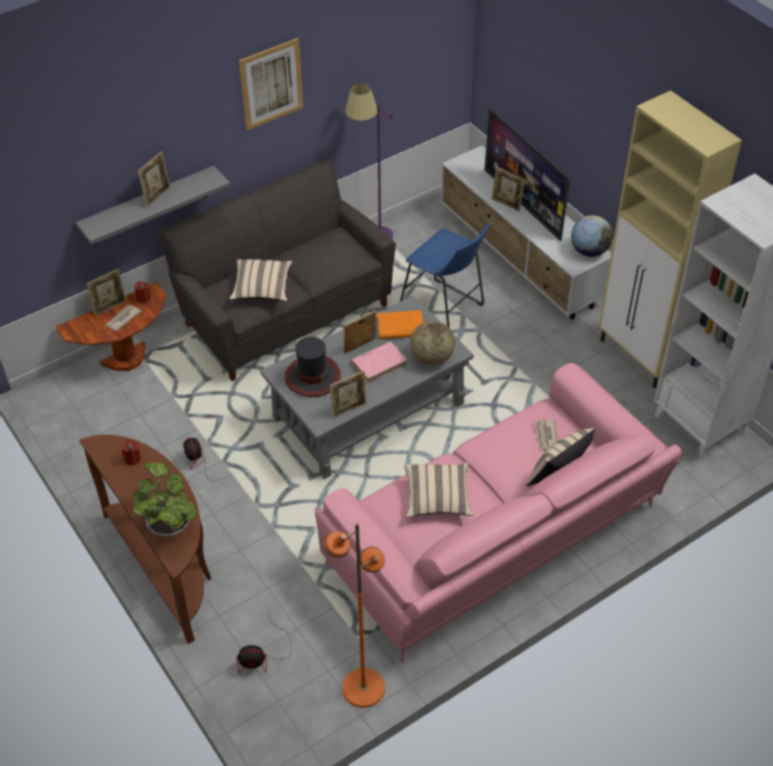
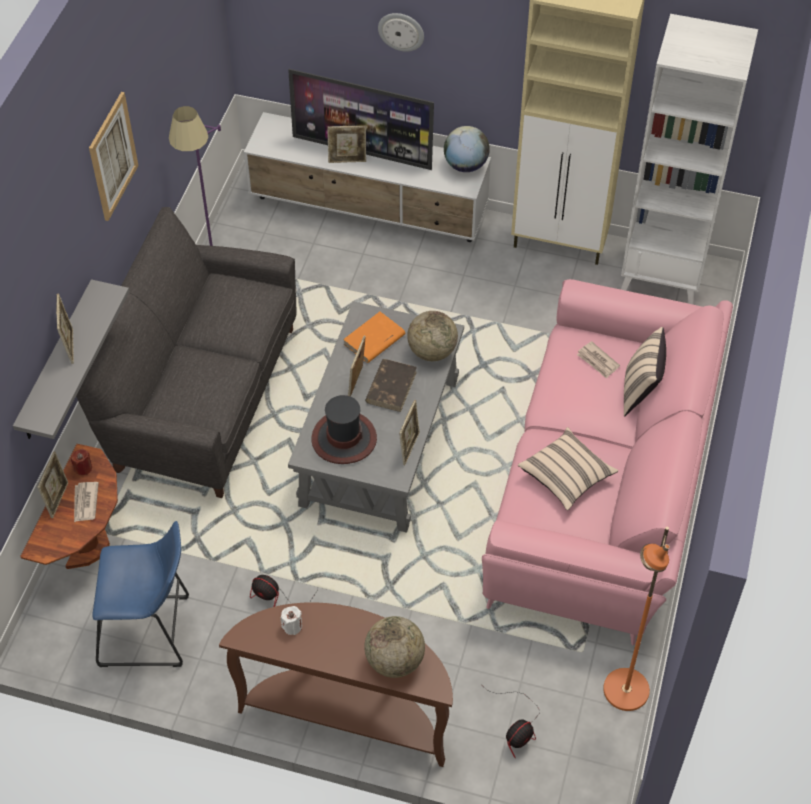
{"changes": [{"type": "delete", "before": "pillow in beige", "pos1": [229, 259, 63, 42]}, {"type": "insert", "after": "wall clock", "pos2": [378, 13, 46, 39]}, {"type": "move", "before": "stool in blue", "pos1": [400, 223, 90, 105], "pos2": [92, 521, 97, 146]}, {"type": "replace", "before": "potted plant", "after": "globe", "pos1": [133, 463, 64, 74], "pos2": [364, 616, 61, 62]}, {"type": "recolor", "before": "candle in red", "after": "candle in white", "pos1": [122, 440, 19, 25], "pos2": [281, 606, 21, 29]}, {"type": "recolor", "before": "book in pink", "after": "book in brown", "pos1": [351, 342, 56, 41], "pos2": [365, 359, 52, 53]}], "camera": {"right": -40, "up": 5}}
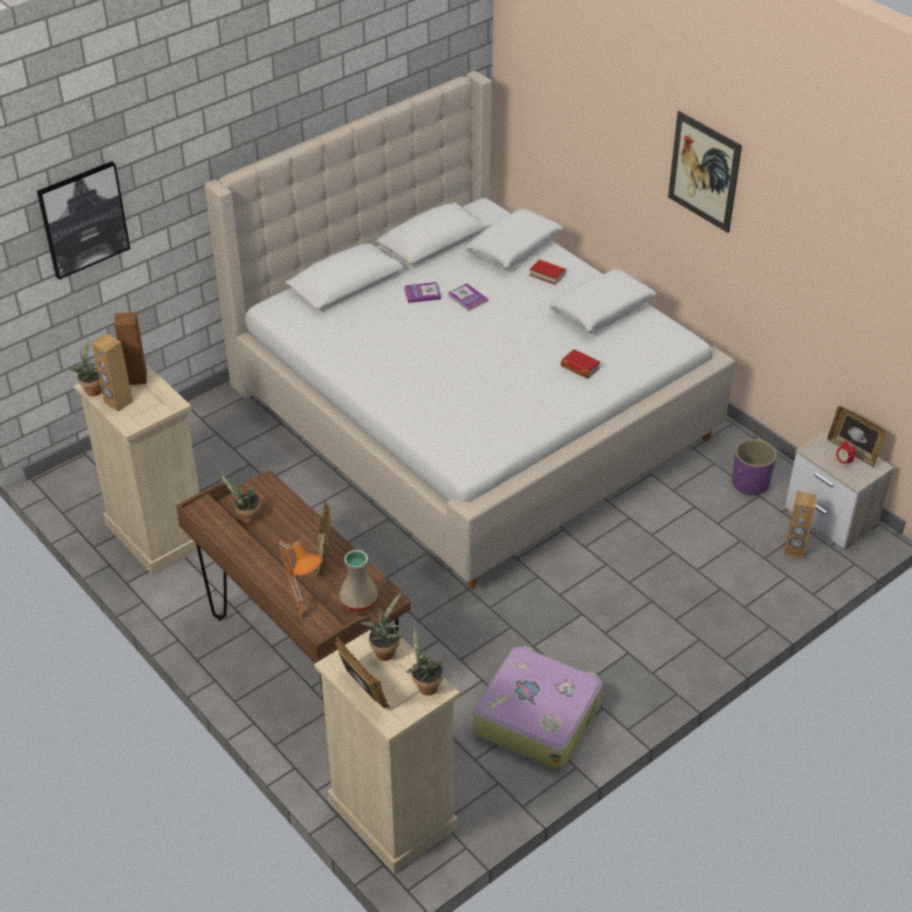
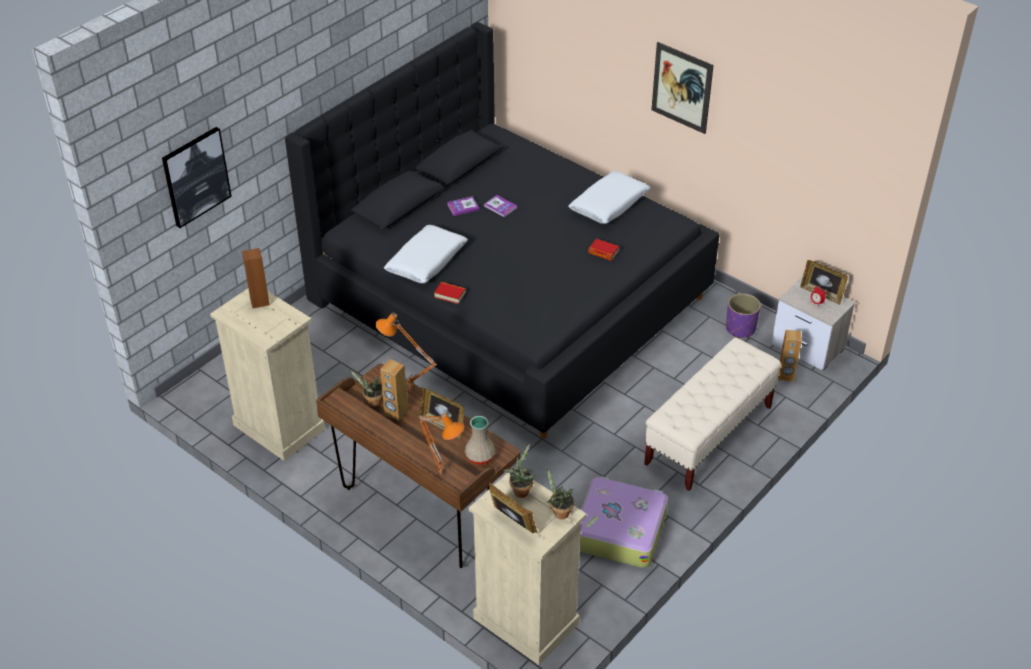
{"changes": [{"type": "delete", "before": "potted plant", "pos1": [69, 336, 33, 60]}, {"type": "insert", "after": "table lamp in orange", "pos2": [376, 313, 61, 78]}, {"type": "insert", "after": "bench in beige", "pos2": [644, 338, 137, 153]}, {"type": "move", "before": "speaker in brown", "pos1": [92, 333, 41, 78], "pos2": [380, 359, 28, 62]}, {"type": "move", "before": "pillow in white", "pos1": [464, 209, 99, 59], "pos2": [384, 225, 84, 58]}, {"type": "move", "before": "book", "pos1": [529, 259, 37, 26], "pos2": [434, 282, 32, 22]}, {"type": "recolor", "before": "bed in beige", "after": "bed in black", "pos1": [204, 71, 531, 518], "pos2": [285, 22, 435, 417]}, {"type": "rotate", "before": "picture frame", "pos1": [315, 501, 15, 78], "pos2": [419, 388, 45, 50], "turn": -45}], "camera": {"right": -10, "up": 0}}
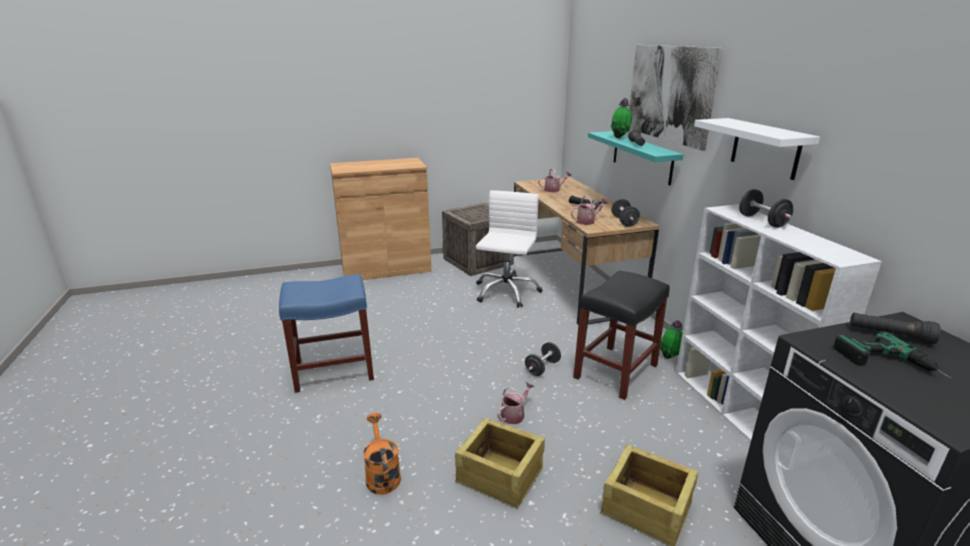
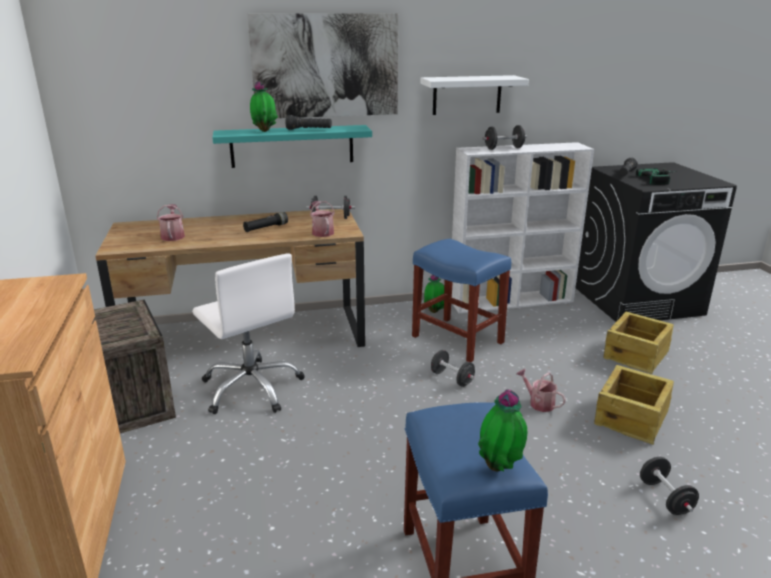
{"changes": [{"type": "insert", "after": "potted plant", "pos2": [478, 389, 49, 82]}, {"type": "replace", "before": "watering can in orange", "after": "dumbbell in black", "pos1": [363, 413, 38, 82], "pos2": [640, 457, 59, 58]}, {"type": "recolor", "before": "stool in black", "after": "stool in blue", "pos1": [573, 271, 97, 129], "pos2": [412, 239, 99, 123]}, {"type": "rotate", "before": "office chair in white", "pos1": [476, 190, 67, 118], "pos2": [192, 253, 113, 161], "turn": -150}], "camera": {"right": -85, "up": 0}}
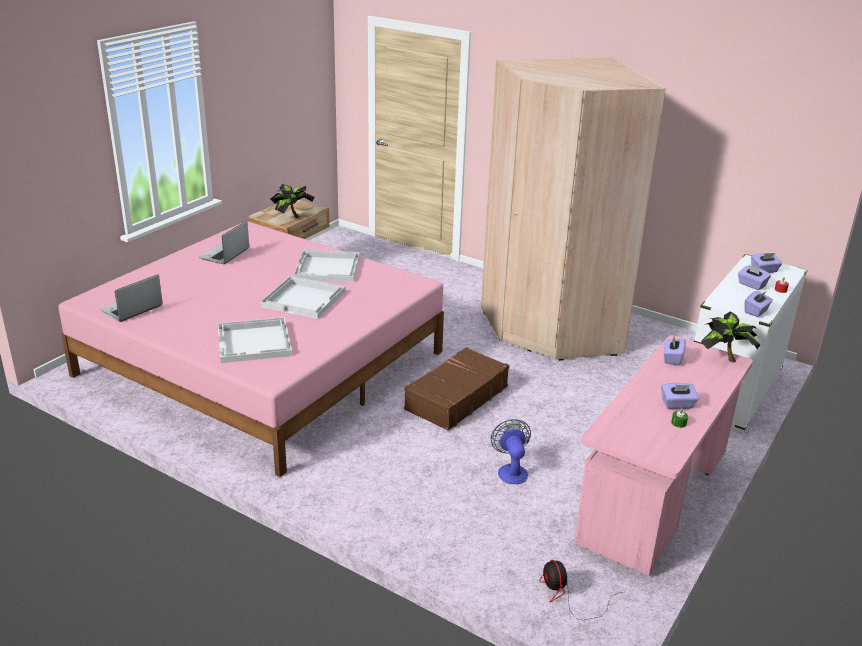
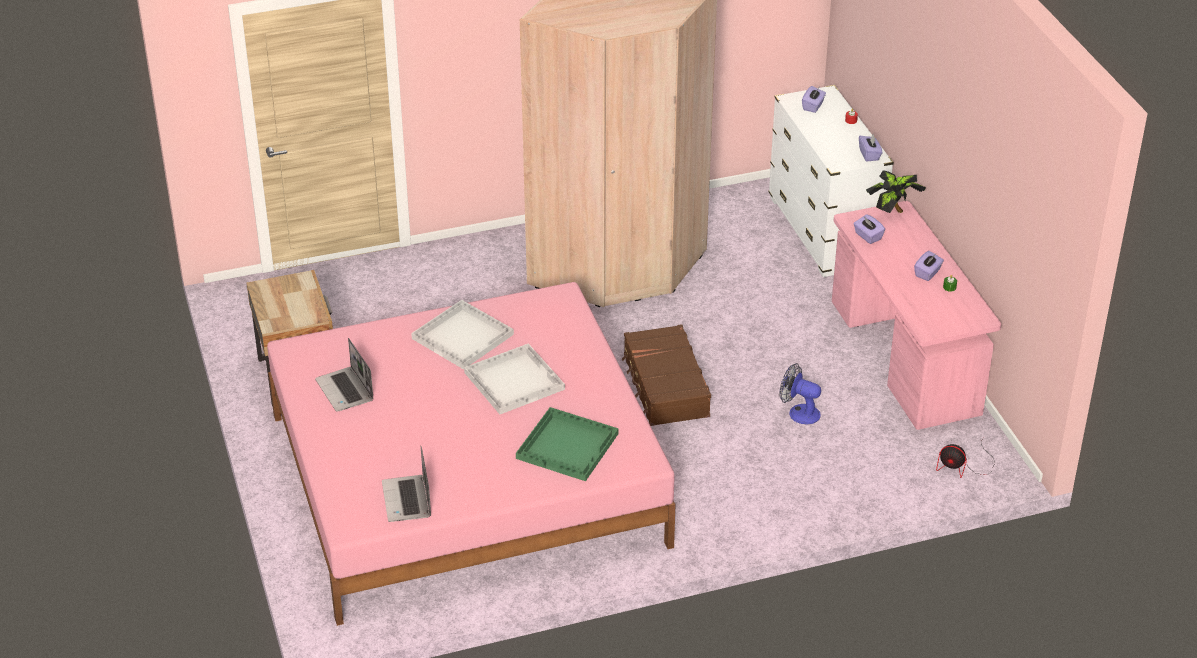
{"changes": [{"type": "delete", "before": "potted plant", "pos1": [269, 184, 45, 34]}, {"type": "delete", "before": "tissue box in purple", "pos1": [738, 265, 33, 25]}, {"type": "recolor", "before": "tray in white", "after": "tray in green", "pos1": [218, 317, 74, 46], "pos2": [516, 407, 102, 74]}], "camera": {"right": -50, "up": 10}}
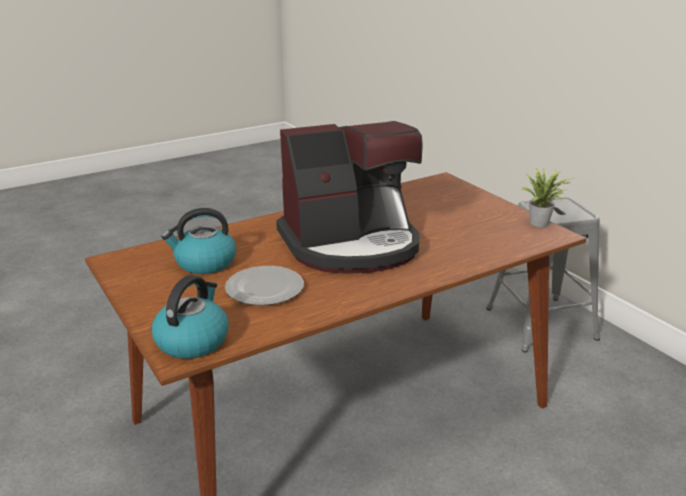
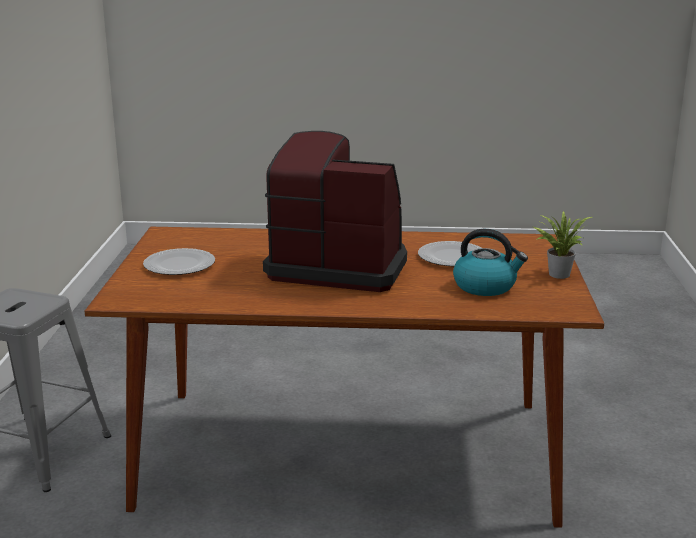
{"changes": [{"type": "delete", "before": "kettle", "pos1": [151, 275, 78, 84]}, {"type": "insert", "after": "plate", "pos2": [143, 248, 72, 27]}, {"type": "move", "before": "potted plant", "pos1": [521, 168, 53, 59], "pos2": [533, 210, 59, 69]}], "camera": {"right": -145, "up": -5}}
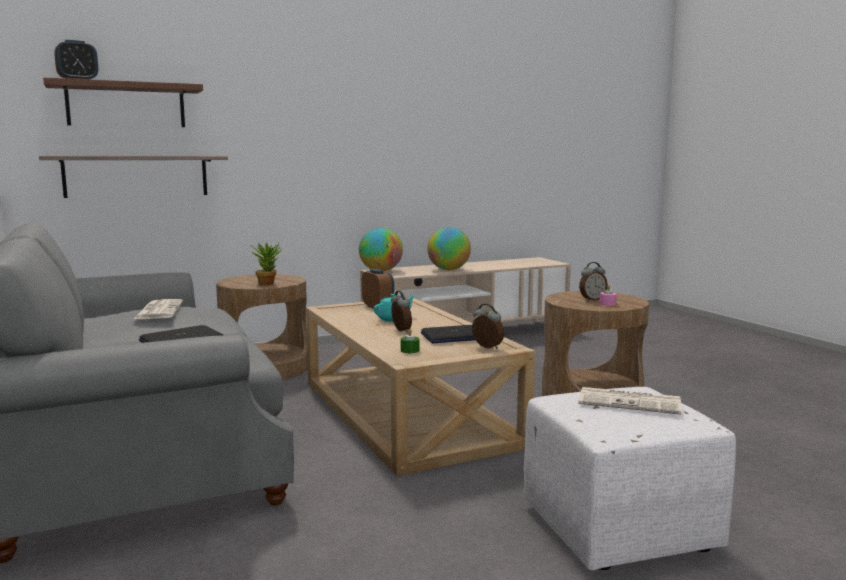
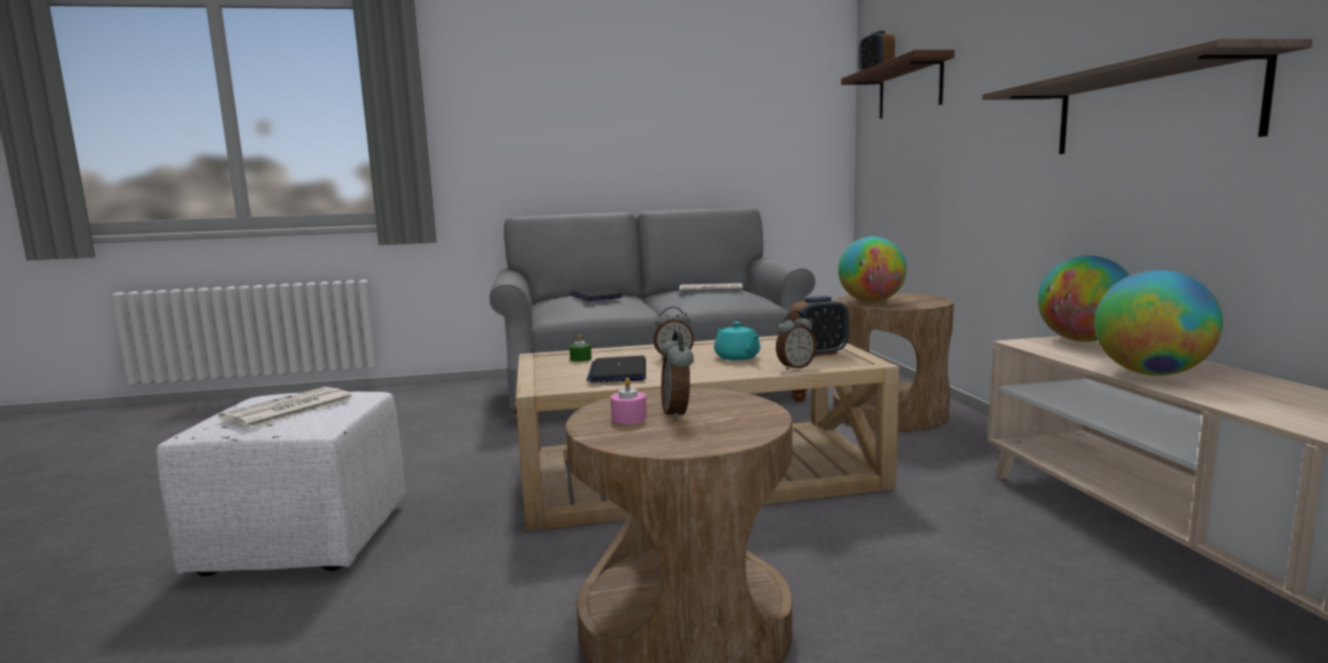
{"changes": [{"type": "move", "before": "shelf", "pos1": [39, 156, 189, 42], "pos2": [982, 38, 331, 116]}, {"type": "move", "before": "alarm clock", "pos1": [472, 303, 32, 46], "pos2": [776, 311, 40, 59]}, {"type": "replace", "before": "potted plant", "after": "globe", "pos1": [251, 242, 31, 43], "pos2": [838, 236, 69, 66]}], "camera": {"right": 105, "up": 0}}
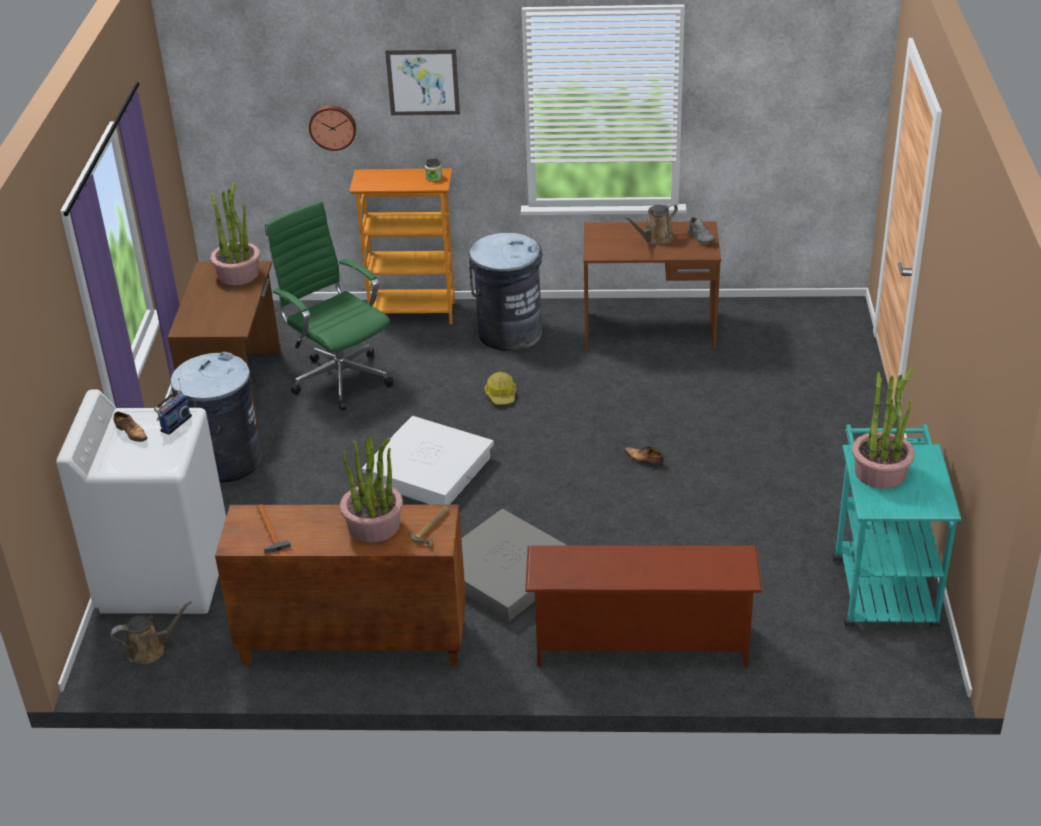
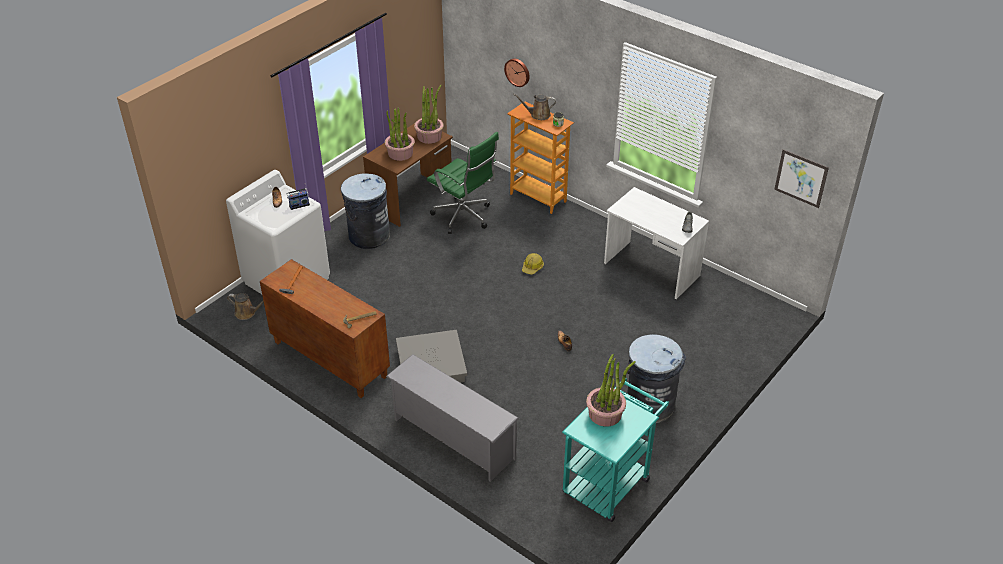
{"changes": [{"type": "delete", "before": "storage box in white", "pos1": [362, 416, 132, 89]}, {"type": "move", "before": "potted plant", "pos1": [340, 435, 63, 108], "pos2": [385, 107, 30, 54]}, {"type": "move", "before": "picture", "pos1": [385, 49, 75, 66], "pos2": [774, 149, 55, 59]}, {"type": "move", "before": "trash can in grey", "pos1": [469, 233, 73, 118], "pos2": [627, 334, 59, 89]}, {"type": "move", "before": "watering can in brown", "pos1": [624, 203, 54, 43], "pos2": [513, 94, 43, 26]}, {"type": "recolor", "before": "shoe rack in brown", "after": "shoe rack in grey", "pos1": [525, 545, 238, 122], "pos2": [386, 354, 133, 128]}, {"type": "recolor", "before": "desk in brown", "after": "desk in white", "pos1": [584, 221, 137, 129], "pos2": [604, 187, 105, 112]}, {"type": "rotate", "before": "office chair in green", "pos1": [265, 201, 128, 210], "pos2": [427, 132, 72, 102], "turn": 135}], "camera": {"right": 35, "up": 5}}
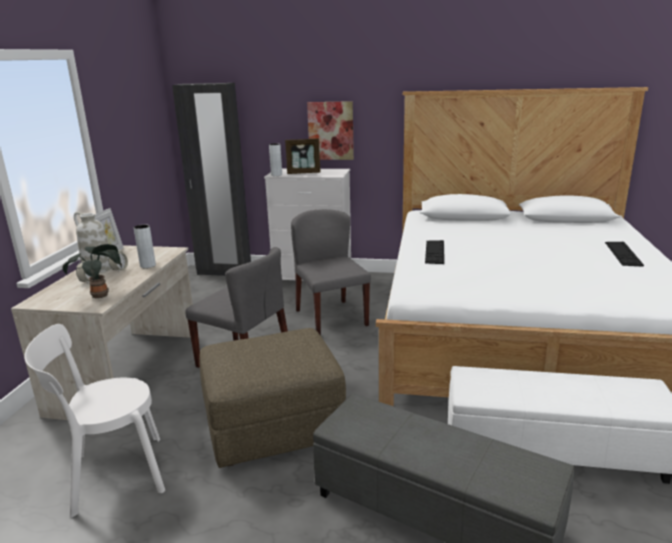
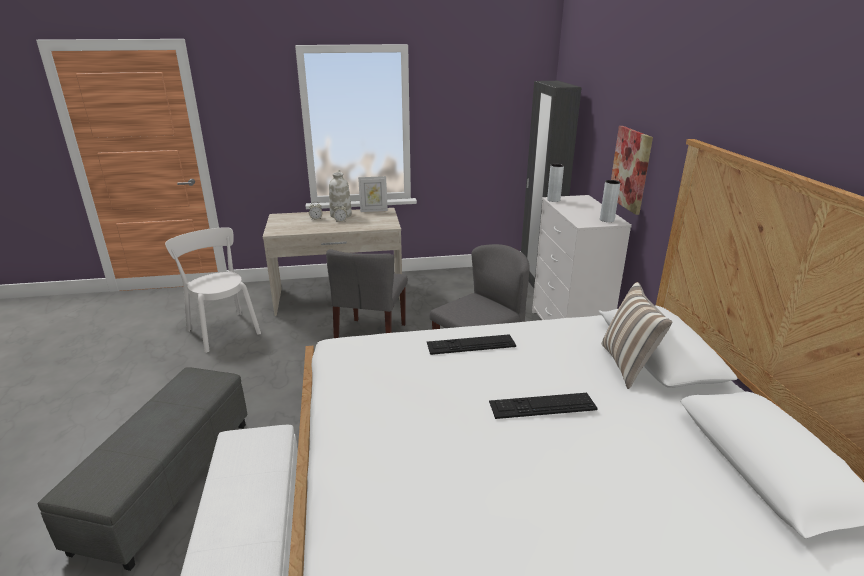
{"changes": [{"type": "delete", "before": "potted plant", "pos1": [62, 244, 60, 54]}, {"type": "delete", "before": "ottoman in brown", "pos1": [199, 328, 147, 140]}, {"type": "delete", "before": "picture frame", "pos1": [285, 138, 36, 36]}, {"type": "insert", "after": "pillow", "pos2": [601, 282, 71, 107]}, {"type": "move", "before": "vase in grey", "pos1": [134, 224, 22, 44], "pos2": [600, 180, 20, 42]}, {"type": "move", "before": "keyboard", "pos1": [605, 242, 39, 25], "pos2": [489, 393, 109, 26]}], "camera": {"right": 70, "up": 5}}
